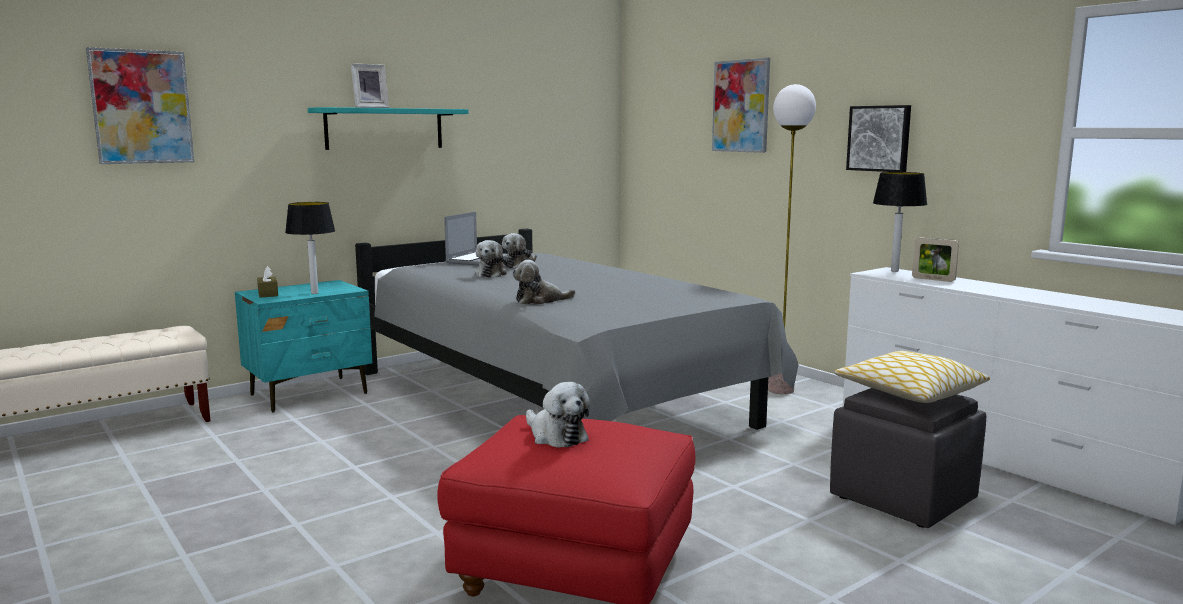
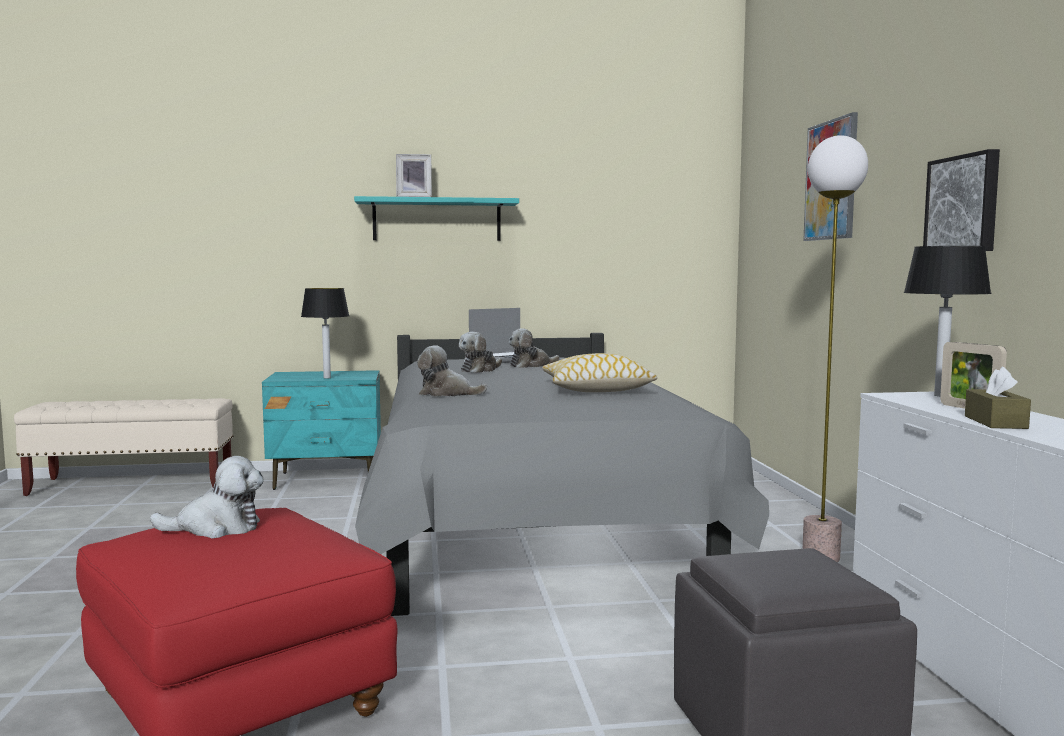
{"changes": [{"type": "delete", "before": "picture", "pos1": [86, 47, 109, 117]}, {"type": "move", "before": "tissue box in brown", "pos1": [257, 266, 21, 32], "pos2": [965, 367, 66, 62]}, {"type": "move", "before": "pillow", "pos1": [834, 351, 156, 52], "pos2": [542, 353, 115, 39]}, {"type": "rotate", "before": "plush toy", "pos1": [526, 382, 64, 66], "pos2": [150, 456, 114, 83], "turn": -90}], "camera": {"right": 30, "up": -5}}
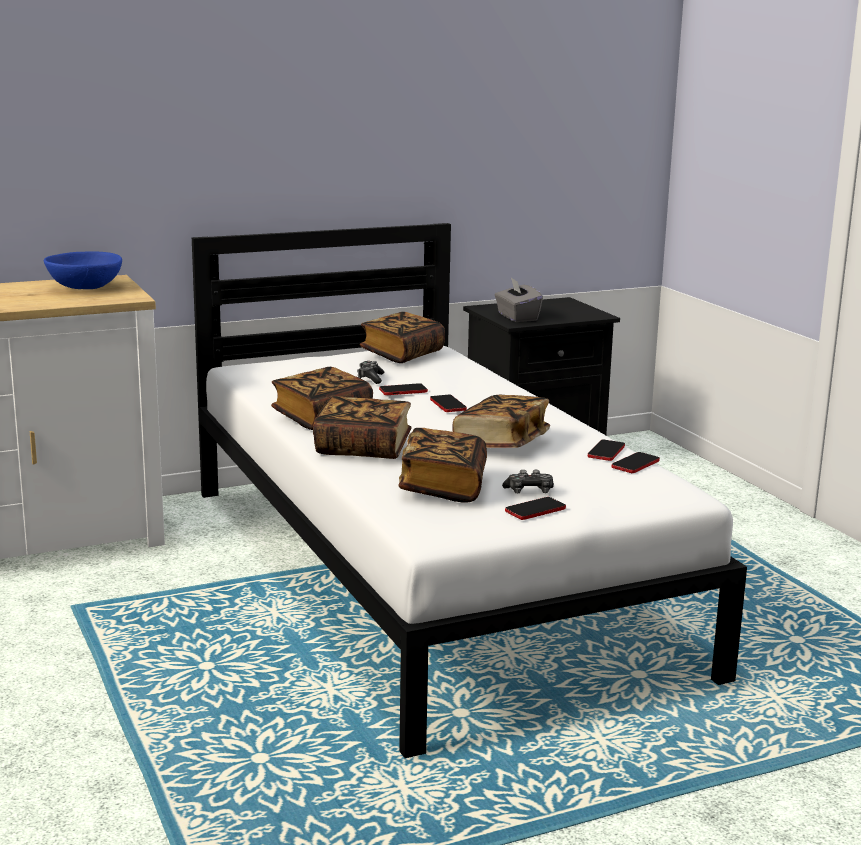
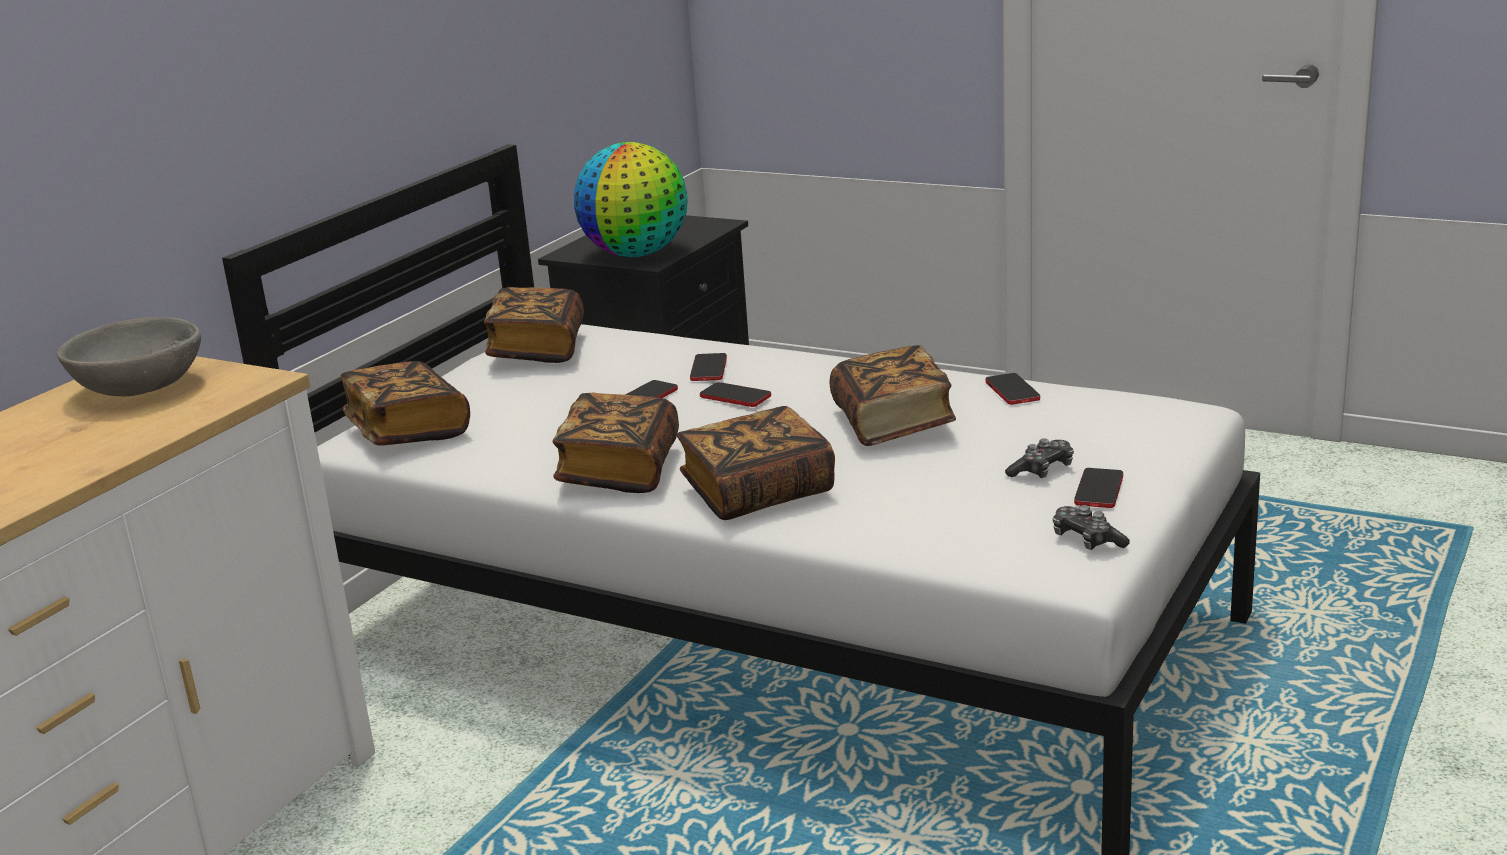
{"changes": [{"type": "move", "before": "game controller", "pos1": [357, 361, 27, 23], "pos2": [1053, 505, 77, 45]}, {"type": "move", "before": "book", "pos1": [398, 428, 89, 74], "pos2": [340, 361, 130, 85]}, {"type": "move", "before": "phone", "pos1": [612, 452, 48, 21], "pos2": [690, 353, 37, 28]}, {"type": "replace", "before": "tissue box in grey", "after": "globe", "pos1": [495, 278, 48, 44], "pos2": [574, 142, 114, 115]}, {"type": "recolor", "before": "bowl in blue", "after": "bowl in grey", "pos1": [44, 251, 78, 38], "pos2": [57, 317, 144, 79]}], "camera": {"right": -35, "up": 5}}
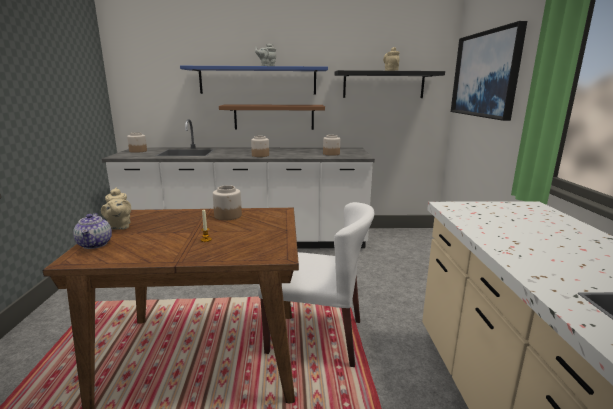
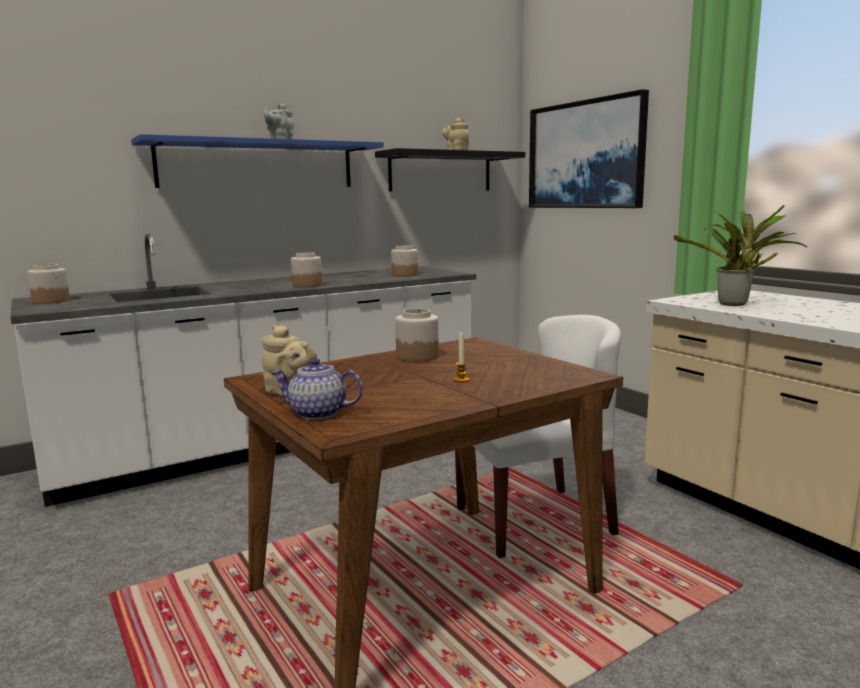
{"changes": [{"type": "delete", "before": "shelf in brown", "pos1": [219, 104, 106, 26]}, {"type": "insert", "after": "potted plant", "pos2": [674, 205, 133, 101]}, {"type": "rotate", "before": "teapot", "pos1": [73, 213, 39, 36], "pos2": [271, 358, 92, 62], "turn": 150}], "camera": {"right": -30, "up": -5}}
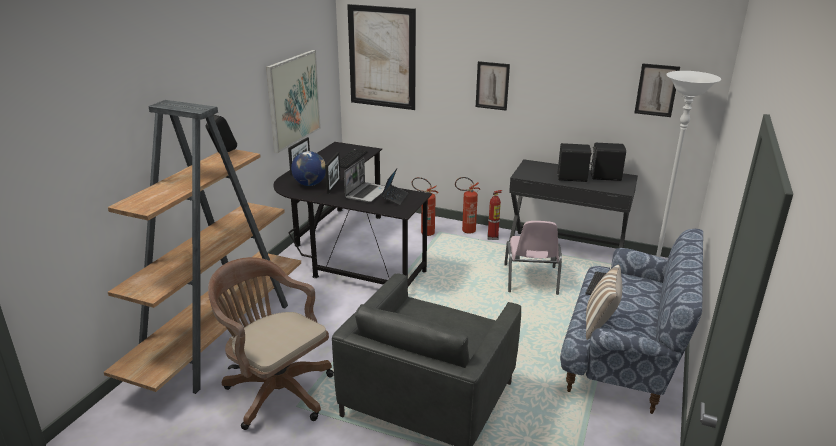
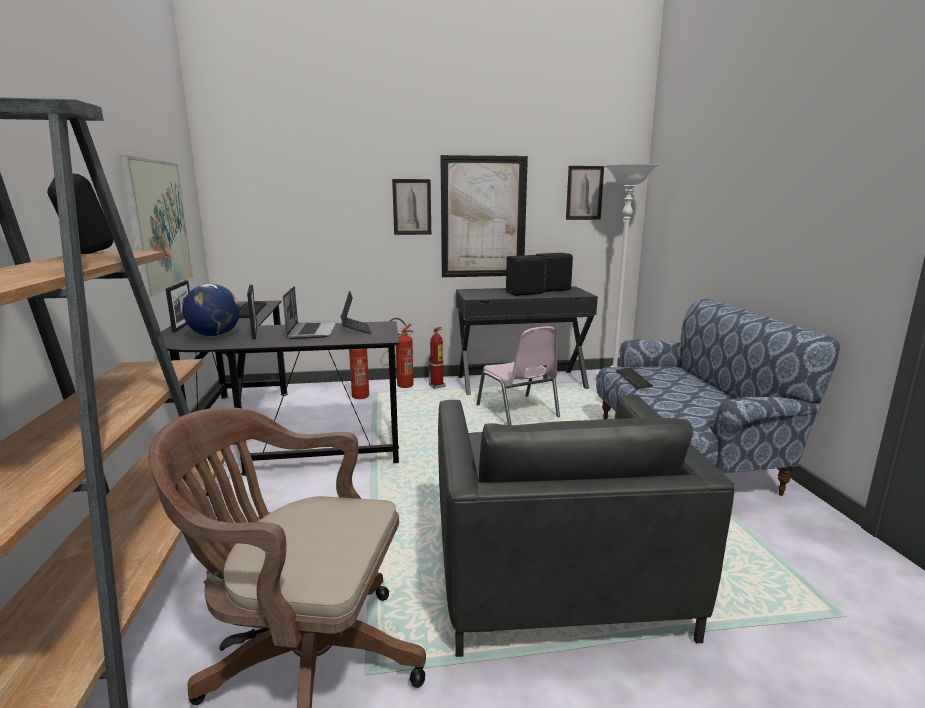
{"changes": [{"type": "delete", "before": "pillow", "pos1": [586, 265, 36, 75]}, {"type": "move", "before": "picture", "pos1": [347, 4, 69, 106], "pos2": [441, 155, 87, 122]}], "camera": {"right": -30, "up": -10}}
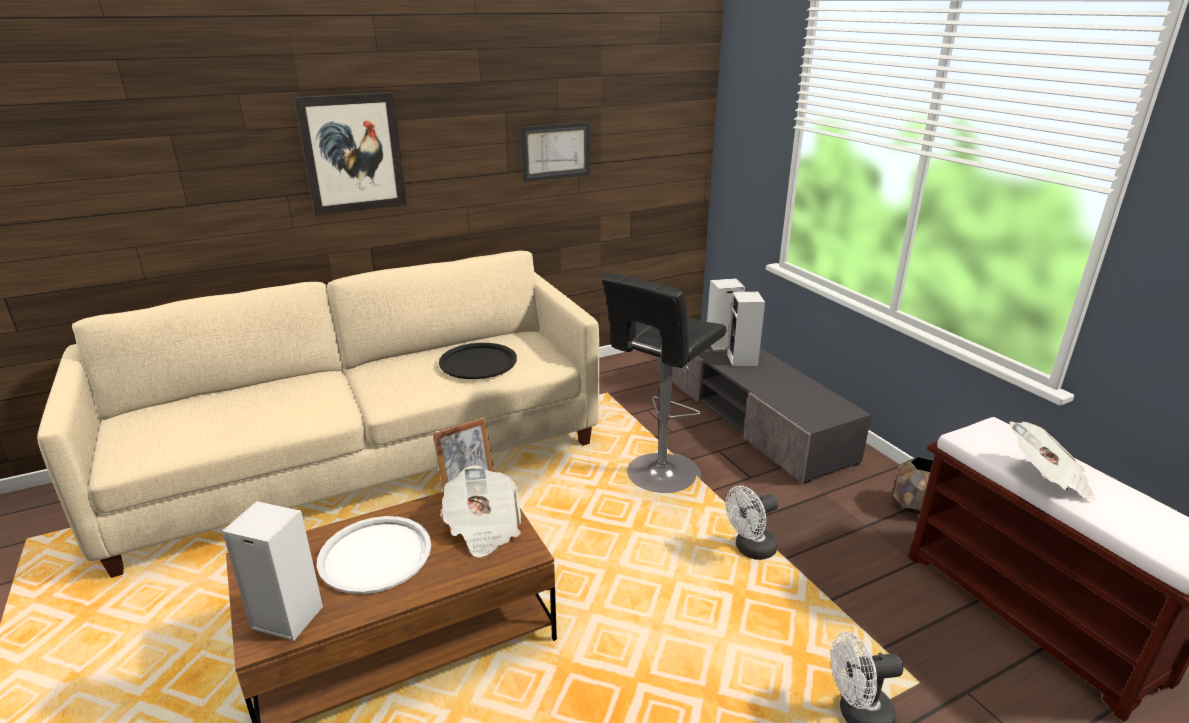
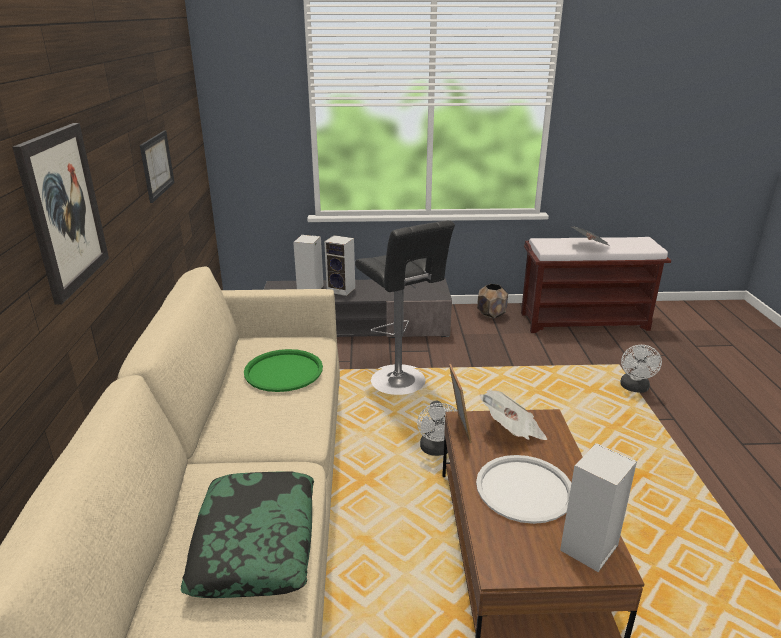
{"changes": [{"type": "insert", "after": "pillow", "pos2": [180, 471, 134, 127]}, {"type": "move", "before": "fan in white", "pos1": [726, 485, 52, 75], "pos2": [417, 401, 40, 55]}, {"type": "recolor", "before": "tray in black", "after": "tray in green", "pos1": [439, 343, 78, 36], "pos2": [244, 349, 79, 43]}], "camera": {"right": -65, "up": 0}}
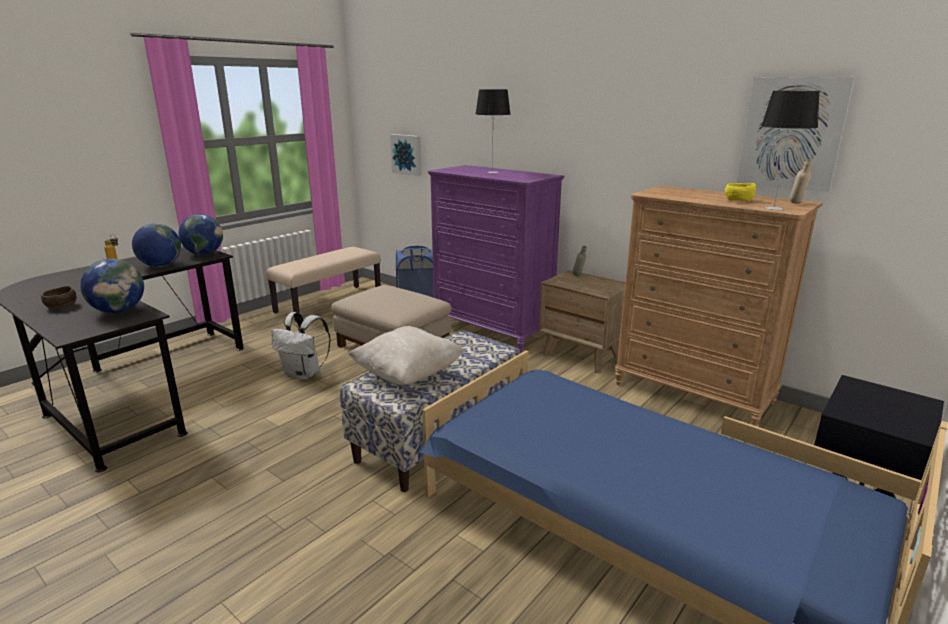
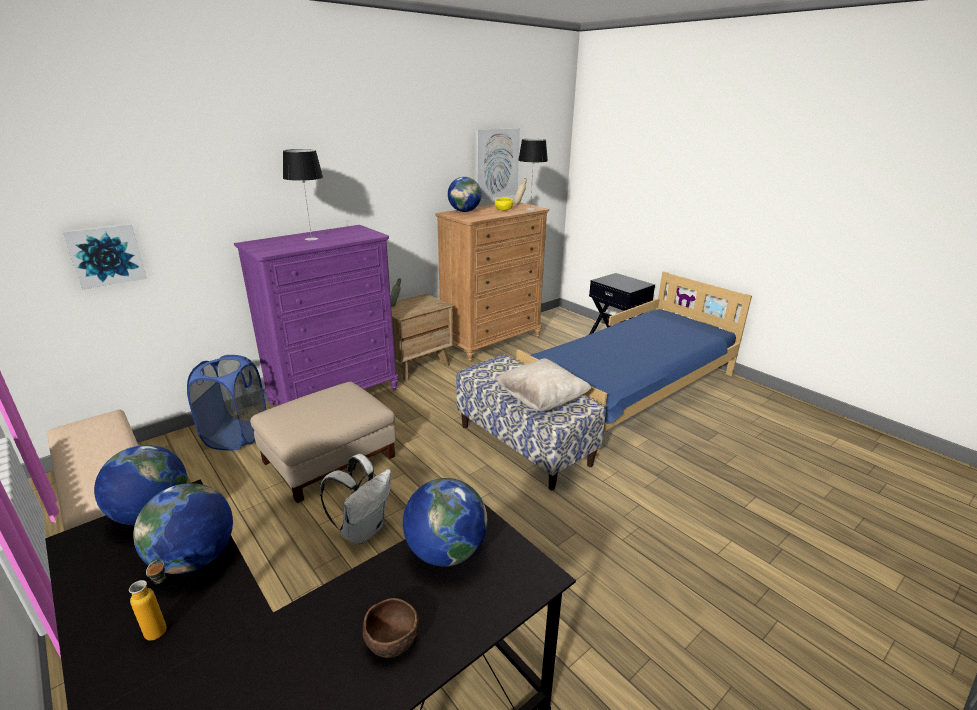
{"changes": [{"type": "insert", "after": "globe", "pos2": [448, 177, 33, 35]}], "camera": {"right": -80, "up": 5}}
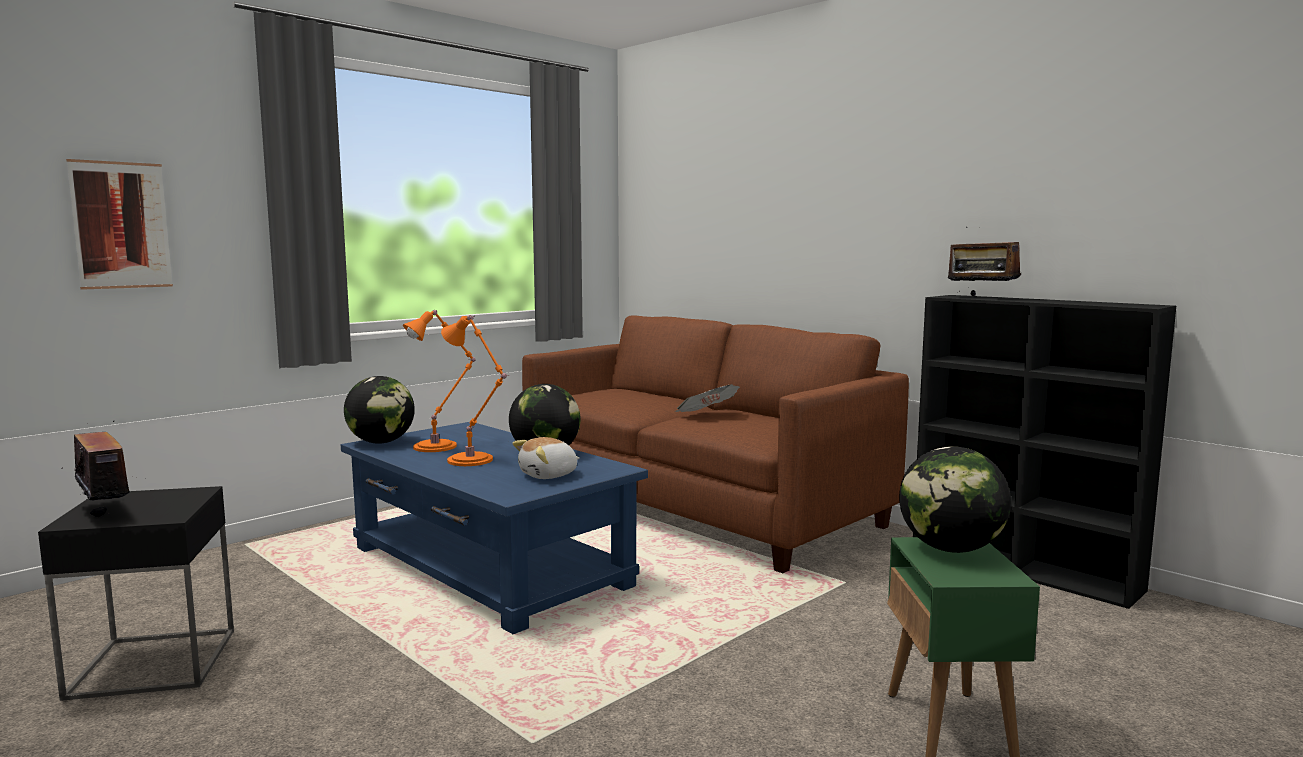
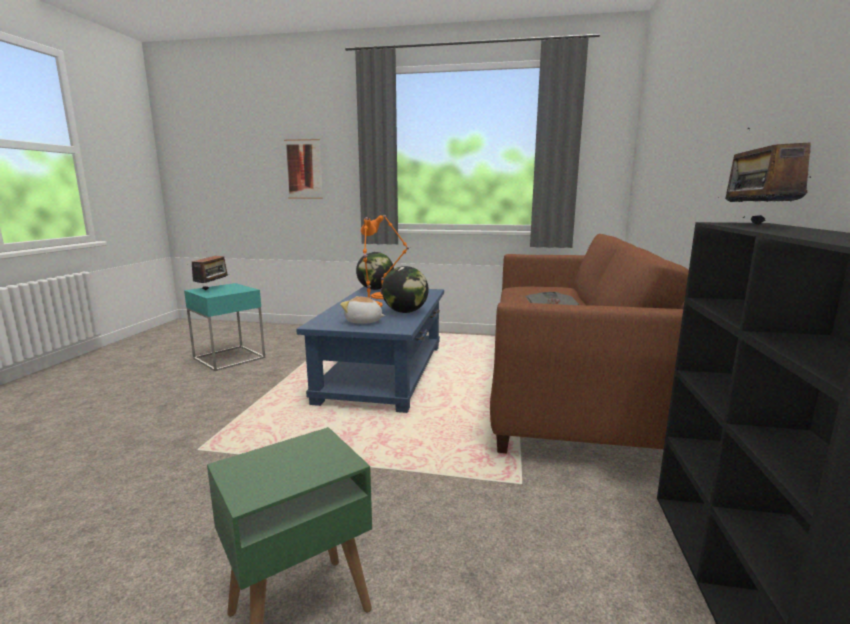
{"changes": [{"type": "delete", "before": "globe", "pos1": [899, 446, 112, 107]}, {"type": "recolor", "before": "side table in black", "after": "side table in turquoise", "pos1": [38, 486, 196, 215], "pos2": [184, 283, 81, 88]}], "camera": {"right": 55, "up": 5}}
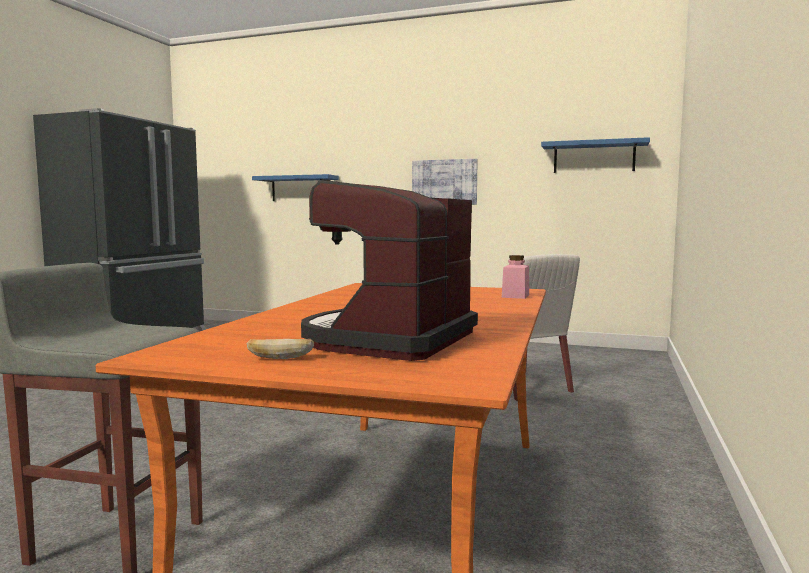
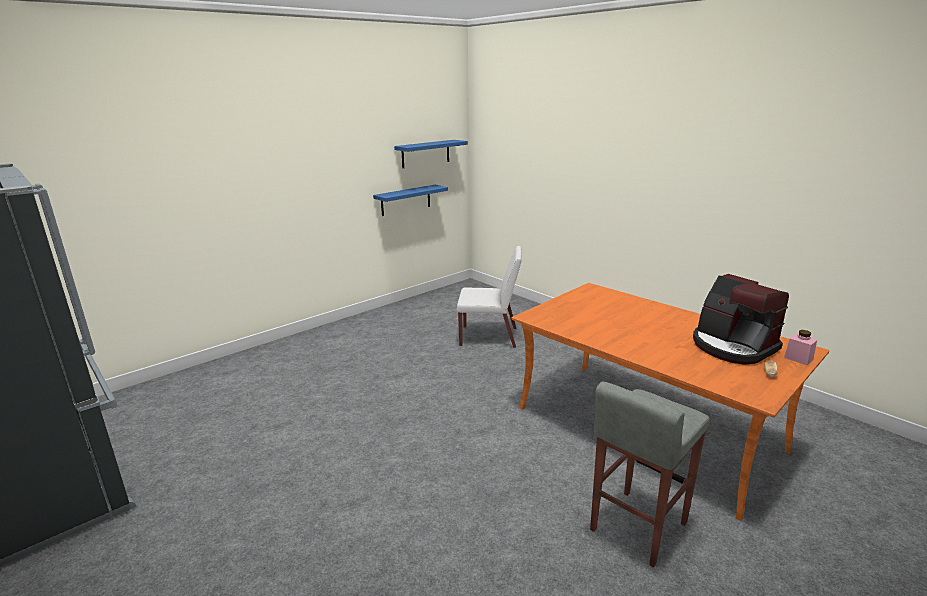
{"changes": [{"type": "delete", "before": "picture", "pos1": [412, 159, 65, 46]}, {"type": "move", "before": "shelf in blue", "pos1": [252, 174, 87, 27], "pos2": [373, 185, 75, 31]}, {"type": "move", "before": "jar in pink", "pos1": [502, 255, 27, 44], "pos2": [784, 330, 33, 35]}], "camera": {"right": -60, "up": 15}}
